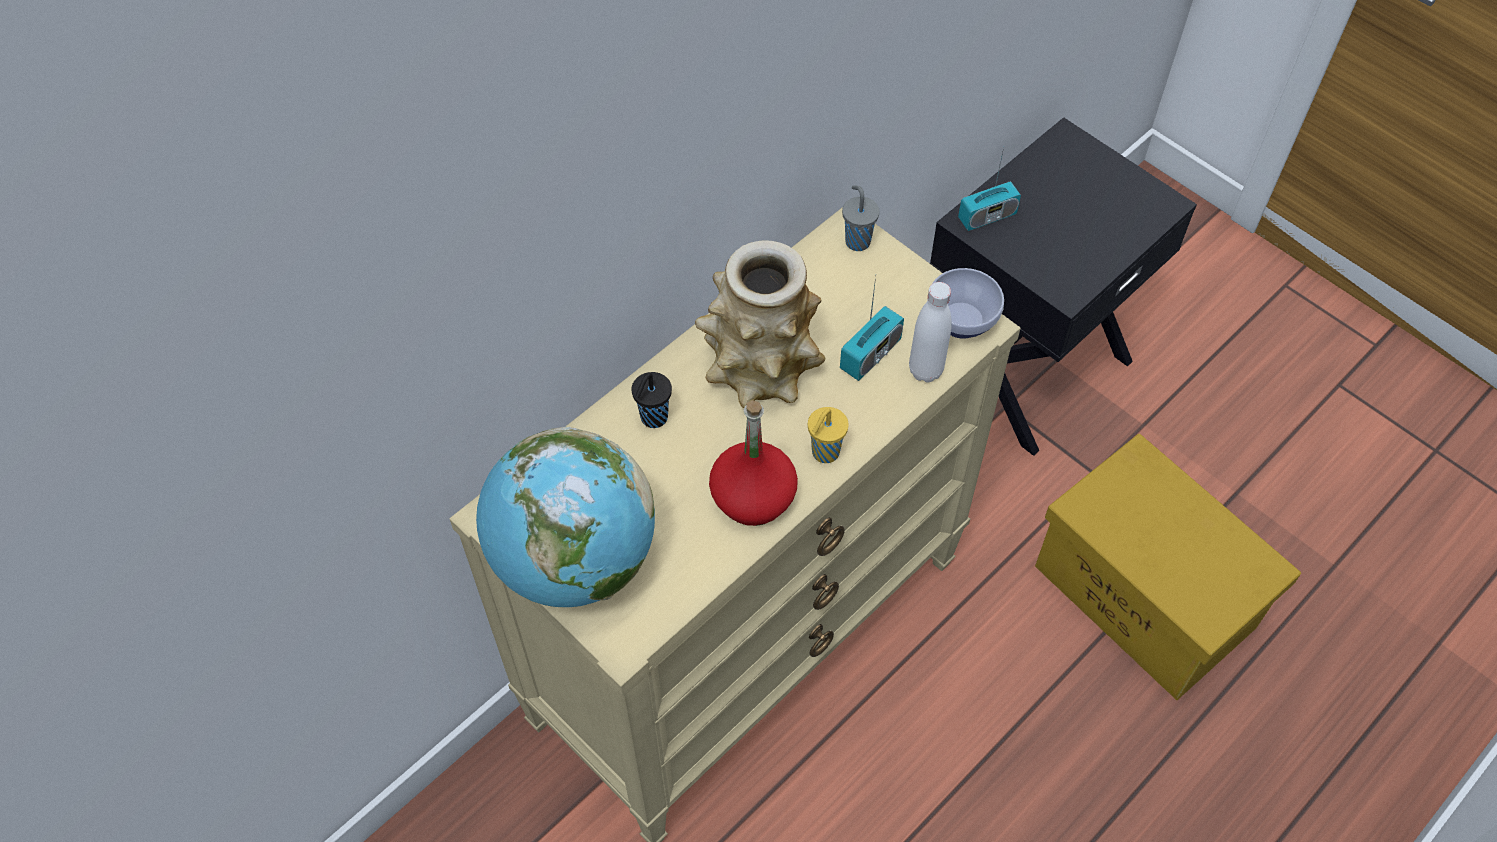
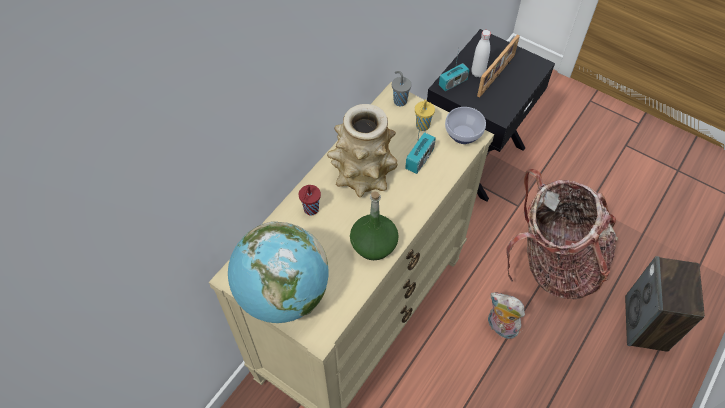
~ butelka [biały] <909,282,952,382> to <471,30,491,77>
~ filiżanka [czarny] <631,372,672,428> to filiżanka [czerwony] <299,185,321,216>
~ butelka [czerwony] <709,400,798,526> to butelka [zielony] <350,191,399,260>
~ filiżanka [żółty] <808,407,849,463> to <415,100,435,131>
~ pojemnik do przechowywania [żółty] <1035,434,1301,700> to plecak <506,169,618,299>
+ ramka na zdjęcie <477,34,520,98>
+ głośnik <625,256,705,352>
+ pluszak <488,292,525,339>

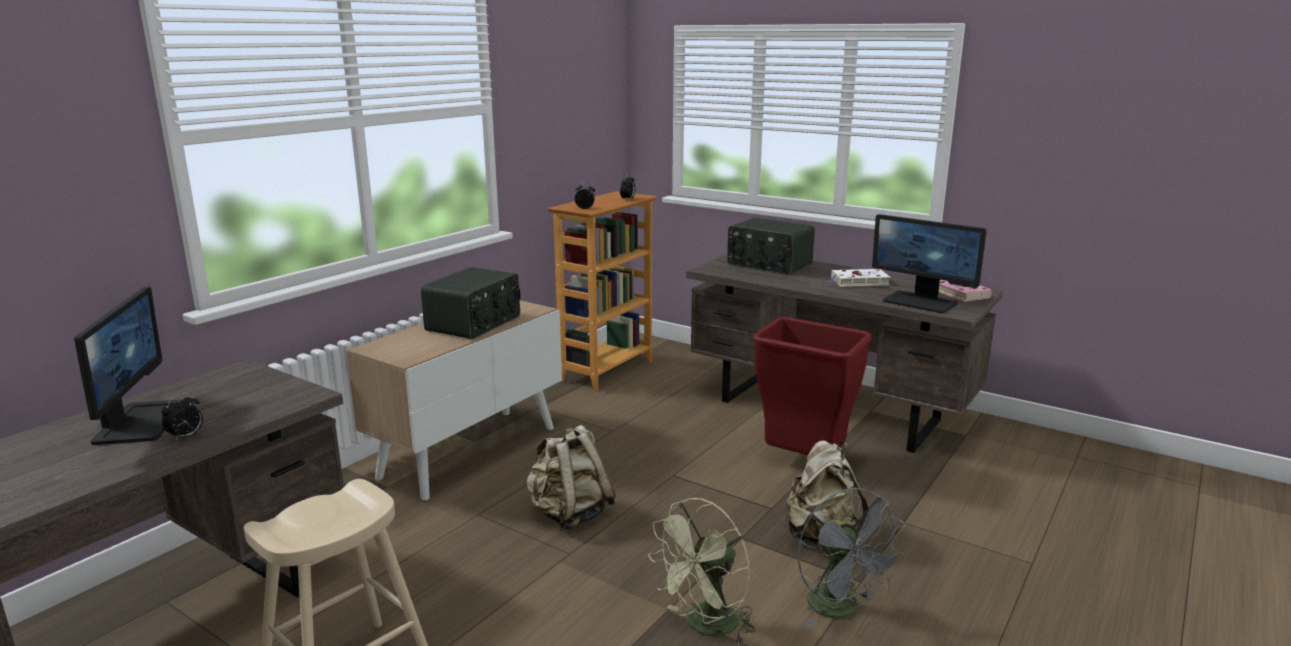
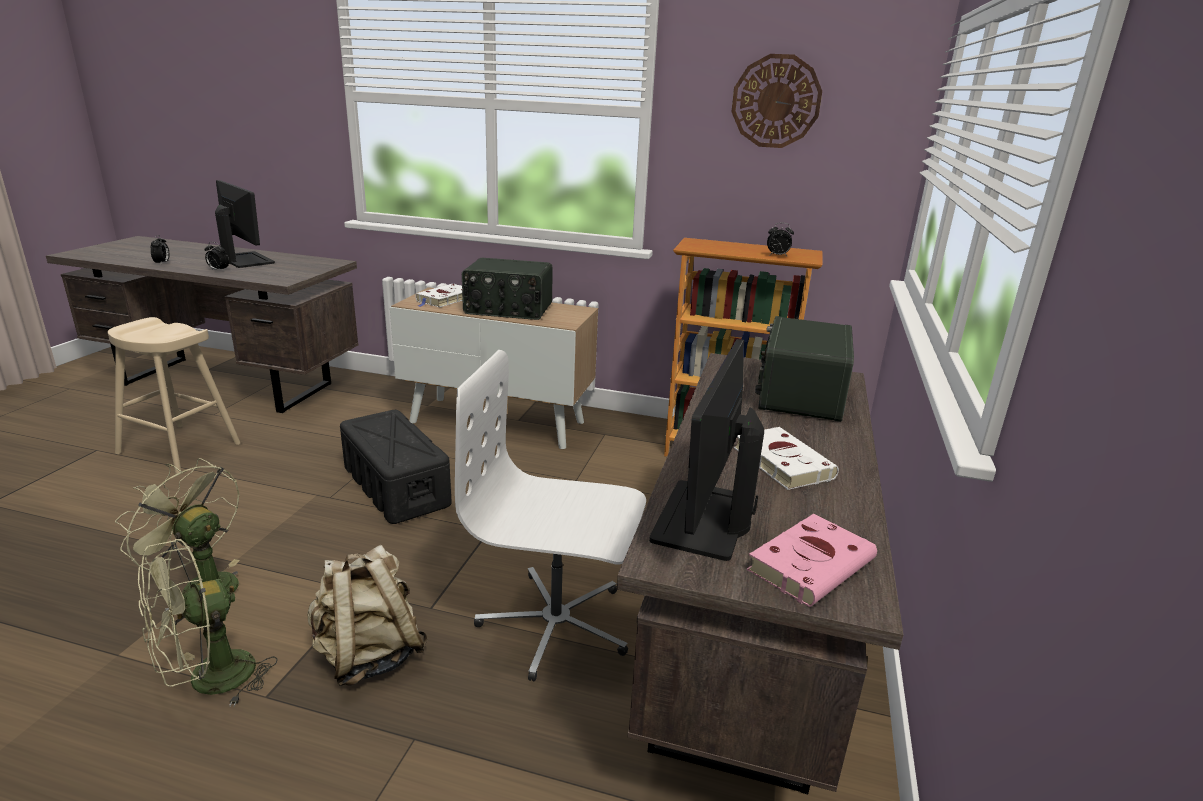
~ budzik <575,182,595,209> to <150,235,170,263>
~ monitor <74,287,186,445> = <215,180,275,268> 105 degrees counterclockwise
~ kosz na śmieci [czerwony] <753,317,872,455> to krzesło biurowe [biały] <455,350,646,681>
~ plecak [beżowy] <526,425,616,530> to pojemnik do przechowywania [czarny] <340,410,452,524>
~ wentylator [szary] <798,488,905,627> to wentylator [zielony] <138,539,278,707>
+ zegar ścienny <731,54,822,148>
+ książka [biały] <415,284,463,307>

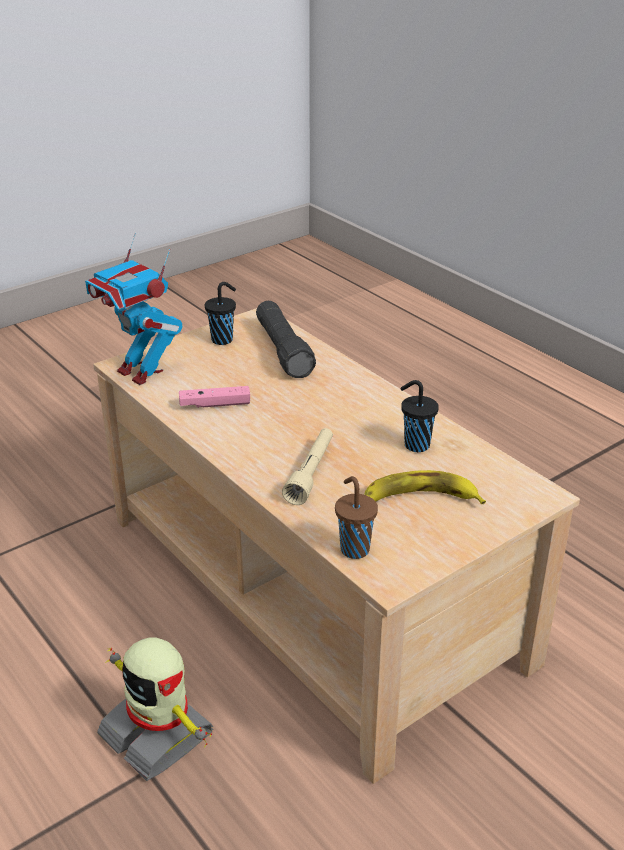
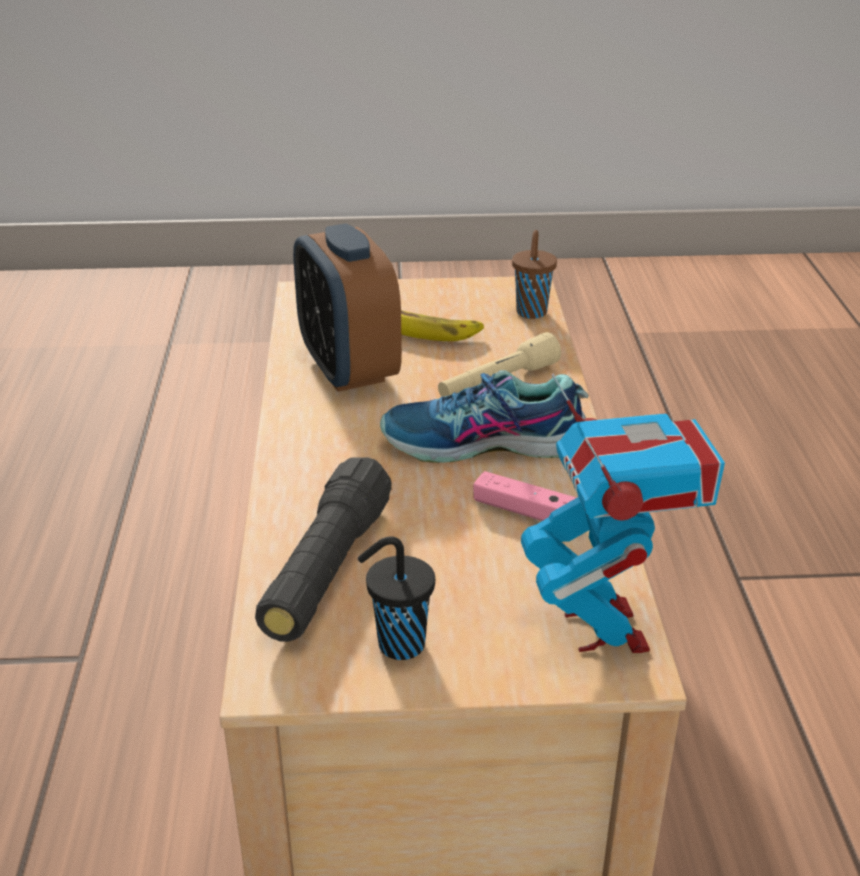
~ filiżanka [czarny] <400,380,439,452> to budzik <293,223,402,392>
- robot zabawkowy <97,638,214,781>
+ but <380,370,589,463>

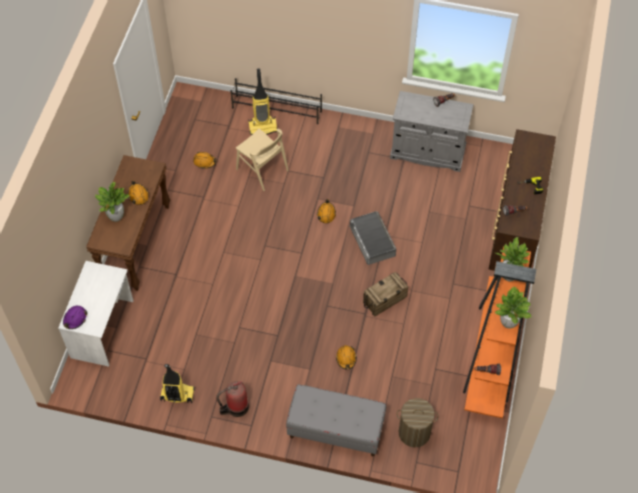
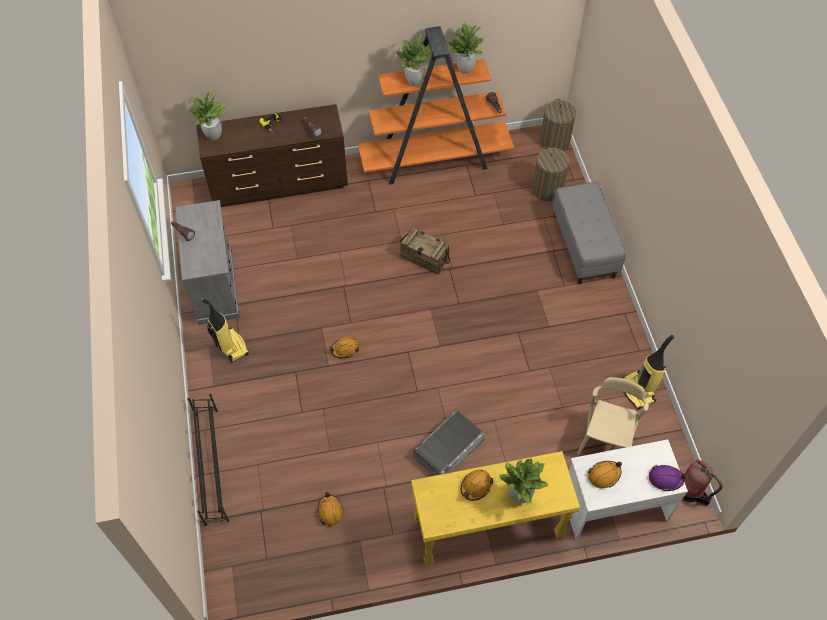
~ odkurzacz <248,68,278,135> to <201,298,249,363>
~ krzesło [beżowy] <236,129,289,191> to <577,377,649,455>
~ stolik konsolowy [brązowy] <86,155,170,291> to stolik konsolowy [żółty] <411,451,580,565>
~ pojemnik do przechowywania [szary] <350,211,396,265> to <414,410,484,476>
~ kask [pomarańczowy] <336,345,357,369> to <588,461,622,488>
~ gaśnica <216,381,249,417> to <682,459,723,506>
+ roślina doniczkowa <190,91,227,140>
+ kosz na pranie <540,99,576,151>

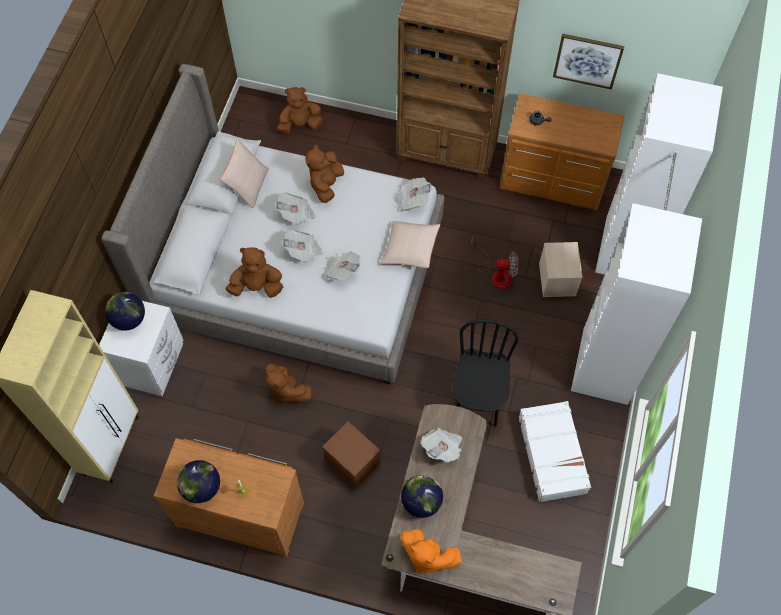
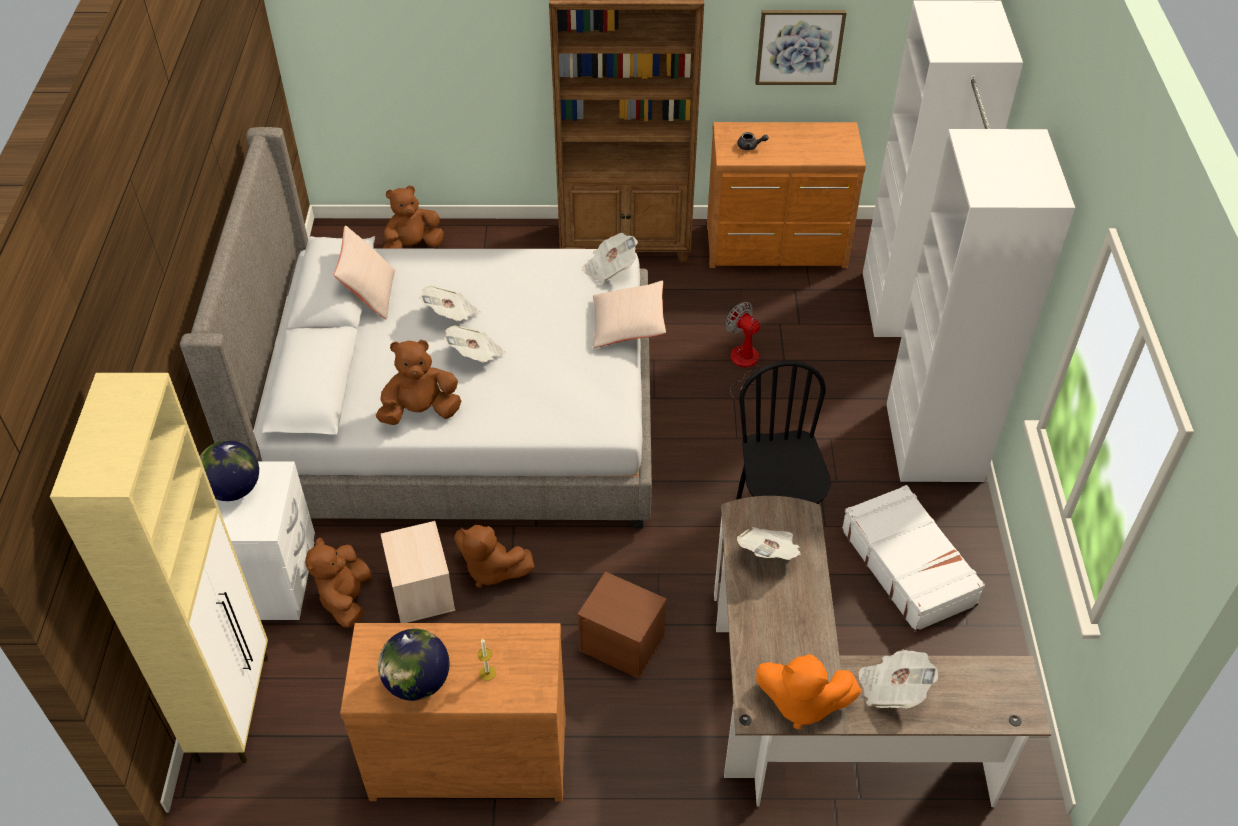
~ pluszak [brązowy] <305,144,344,203> to <305,538,372,628>
~ wentylator <472,239,518,289> = <725,302,761,400> 120 degrees counterclockwise
~ pojemnik do przechowywania [beżowy] <539,242,582,297> to <381,521,455,623>
~ gazeta <323,252,360,281> to <858,650,938,709>
- globus <401,475,443,518>

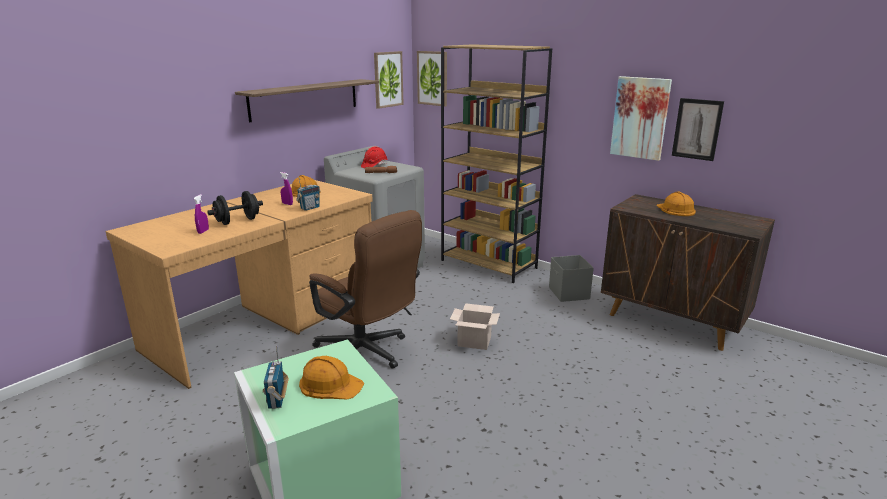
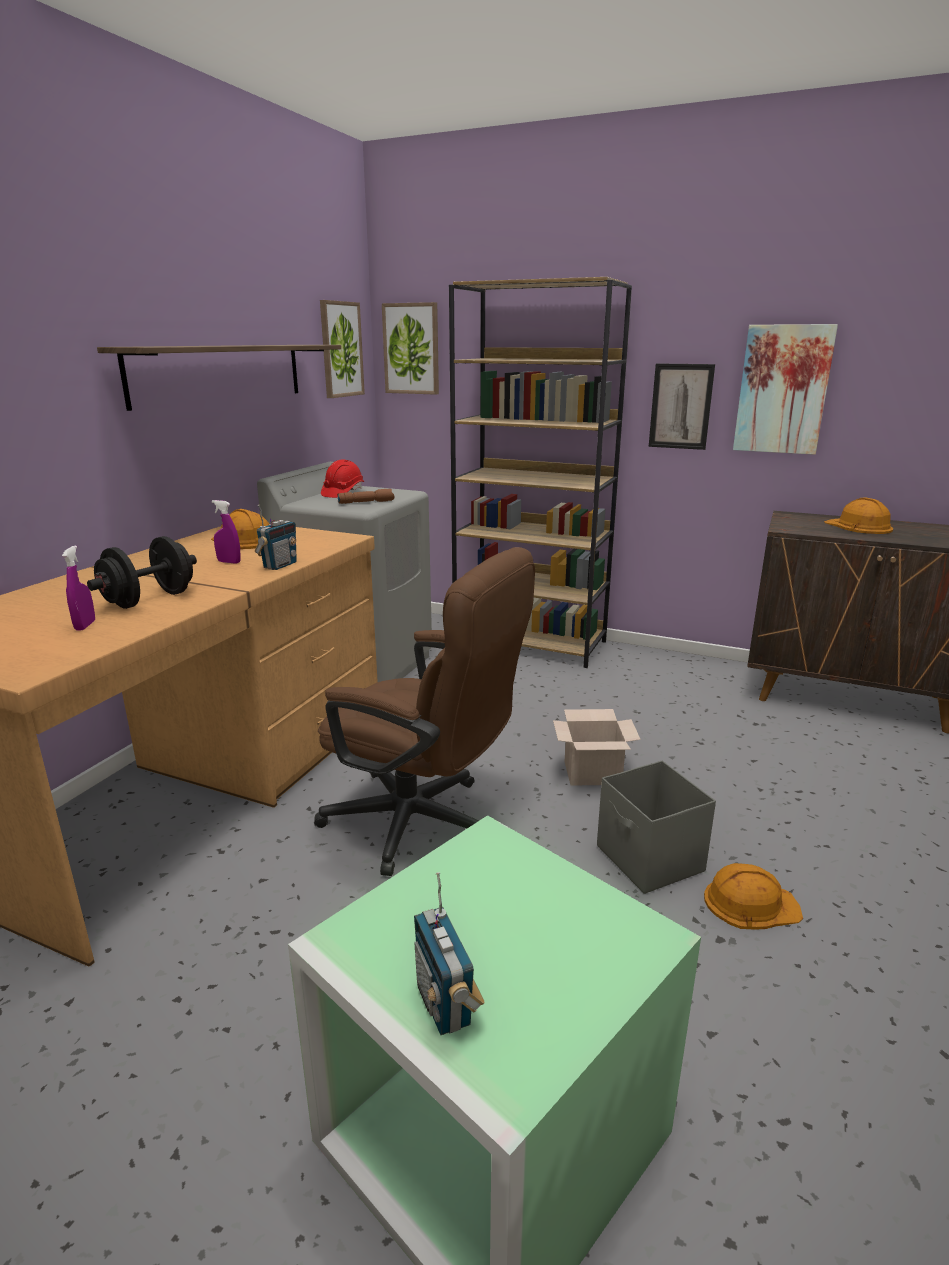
~ obraz <672,98,724,161> to <649,363,715,450>
~ pojemnik do przechowywania [szary] <549,255,594,302> to <597,761,716,894>
~ kask [pomarańczowy] <299,356,364,399> to <704,863,803,930>

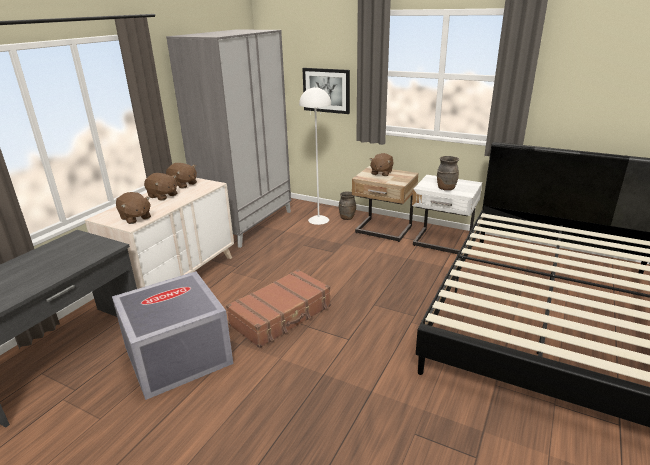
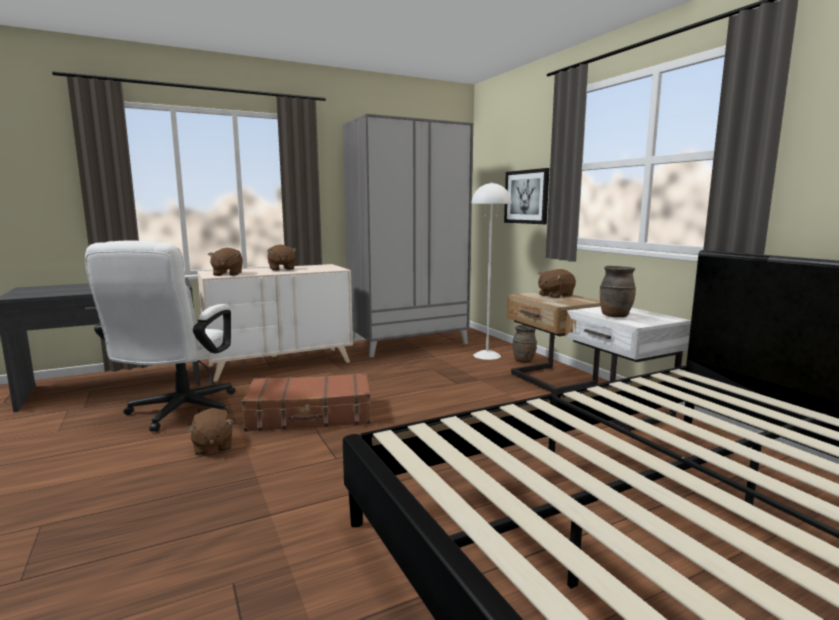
~ pluszak [brązowy] <166,163,197,189> to <187,408,234,456>
~ pojemnik do przechowywania [szary] <112,271,234,400> to krzesło biurowe [biały] <85,241,235,432>

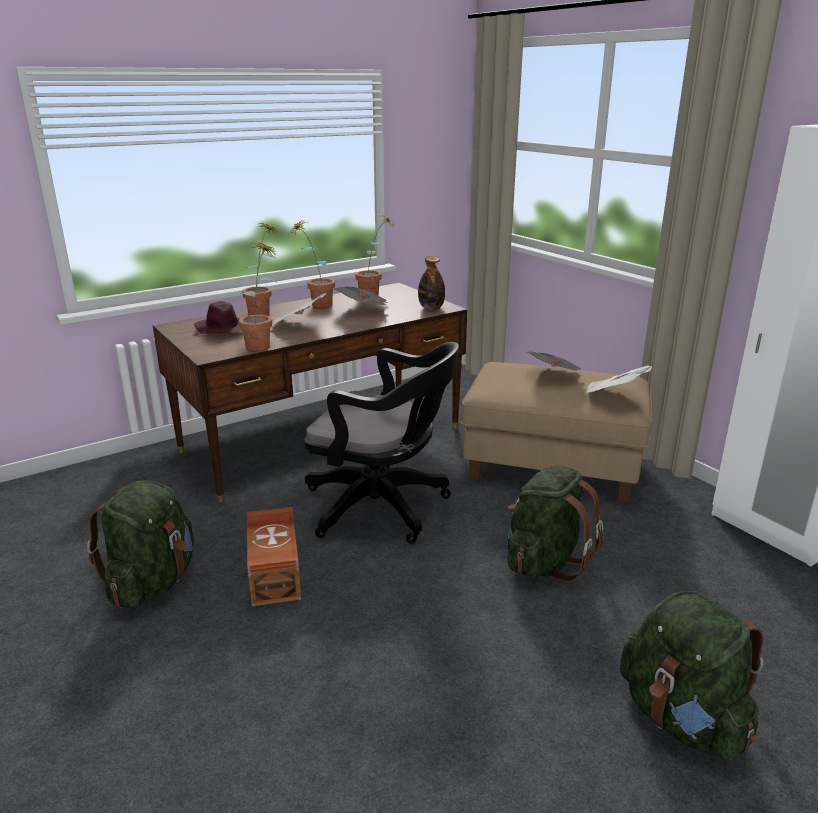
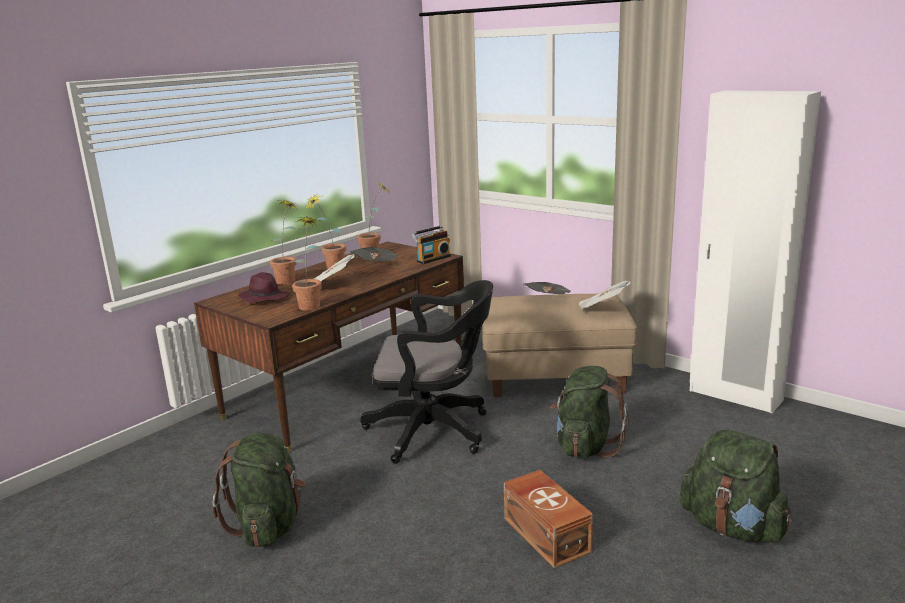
~ butelka <418,256,445,310> to radio <412,225,451,264>
~ pojemnik do przechowywania [brązowy] <247,507,301,606> to <504,470,593,569>

